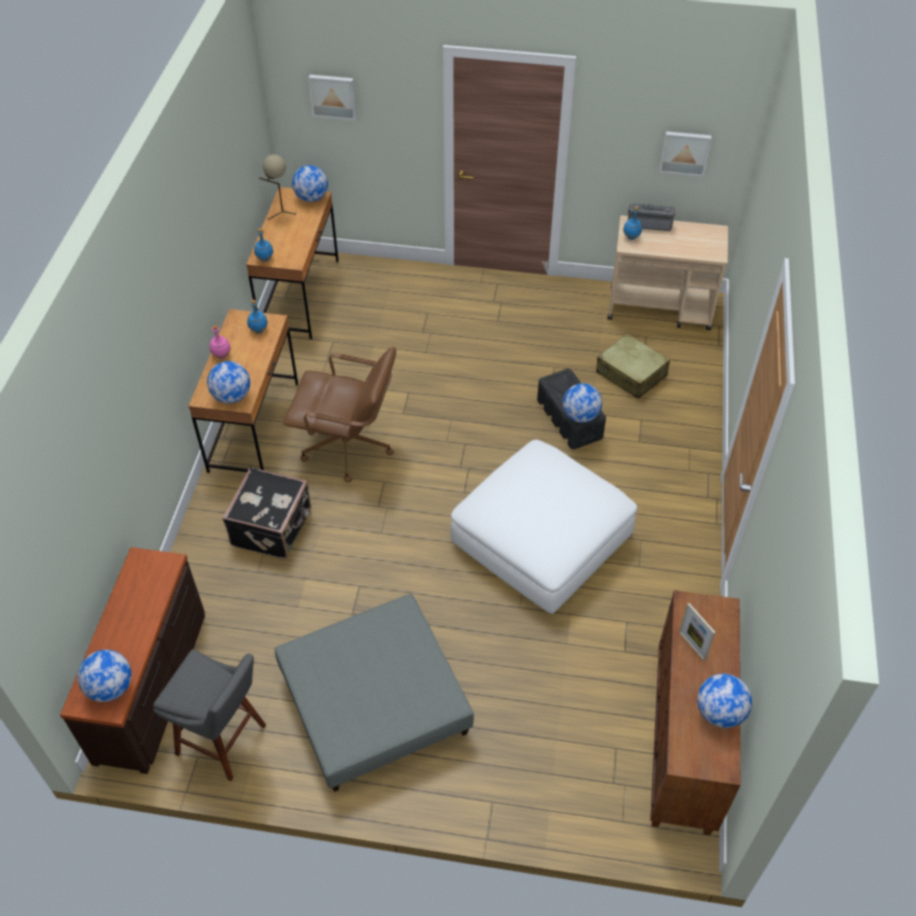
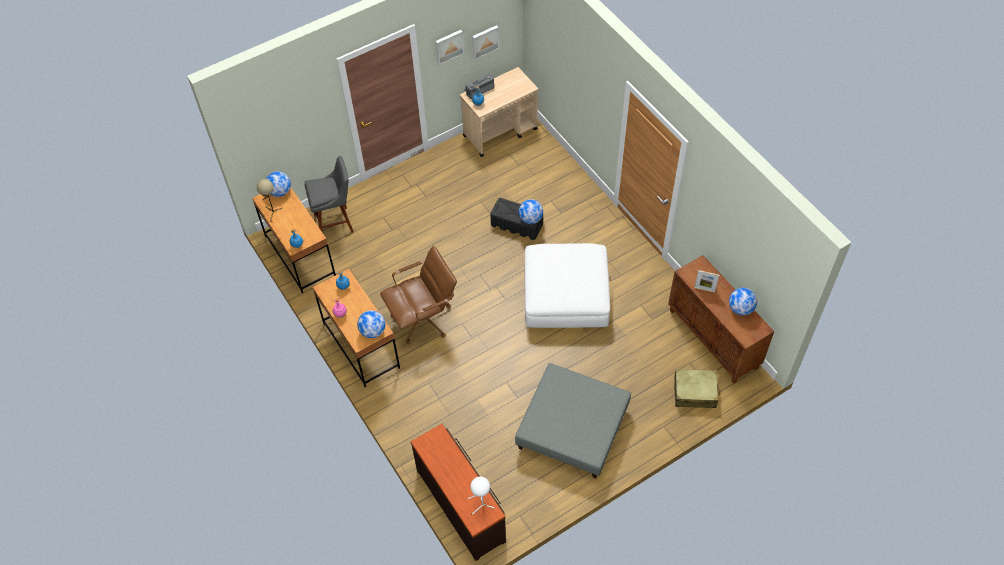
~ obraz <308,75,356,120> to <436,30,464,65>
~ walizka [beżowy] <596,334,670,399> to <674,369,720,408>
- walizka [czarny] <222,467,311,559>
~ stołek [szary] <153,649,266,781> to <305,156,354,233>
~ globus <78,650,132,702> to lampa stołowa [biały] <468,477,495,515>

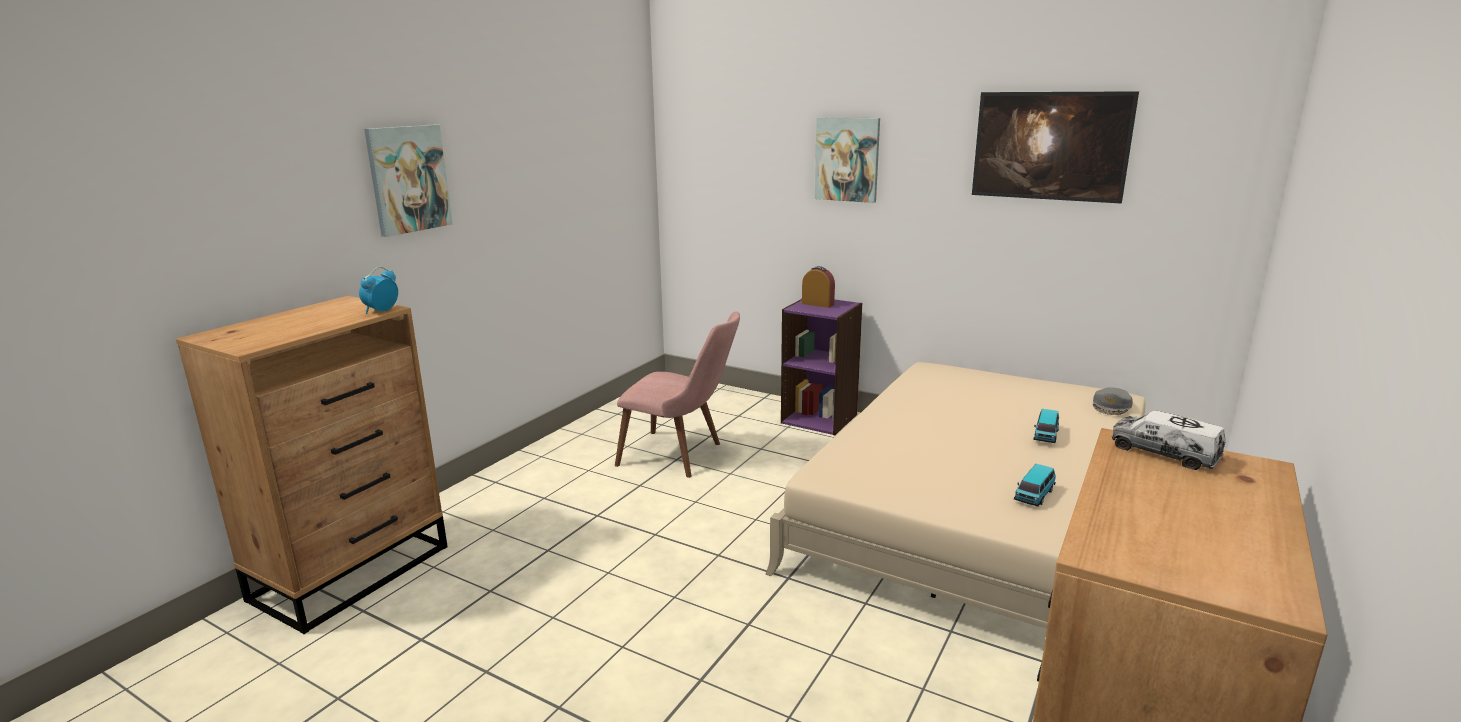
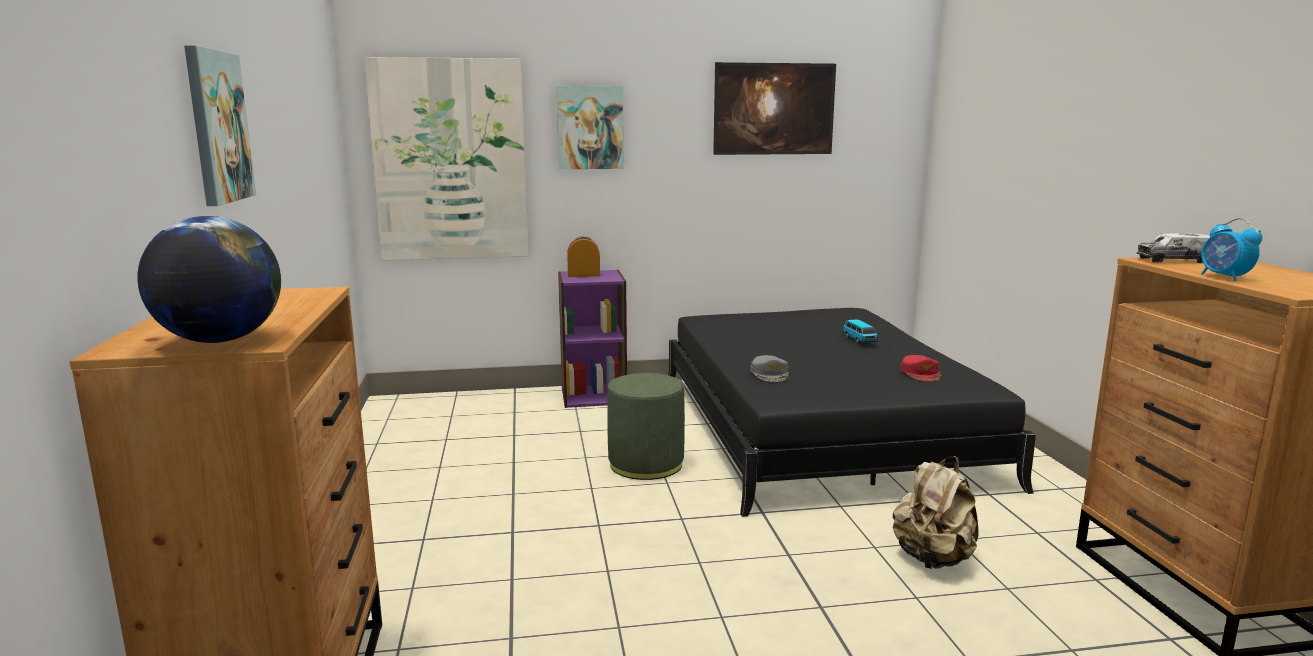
~ budzik <359,267,398,314> to <1201,218,1263,281>
- krzesło [różowy] <615,311,740,478>
~ łóżko [beżowy] <766,362,1145,629> to łóżko [czarny] <668,308,1036,517>
~ czapka z daszkiem [szary] <1093,387,1133,415> to <750,355,789,382>
~ samochodzik <1014,464,1056,507> to czapka z daszkiem [czerwony] <901,355,942,381>
+ obraz <364,57,529,260>
+ globus <137,216,281,343>
+ pufa [zielony] <607,373,685,480>
+ plecak [beżowy] <893,456,979,569>

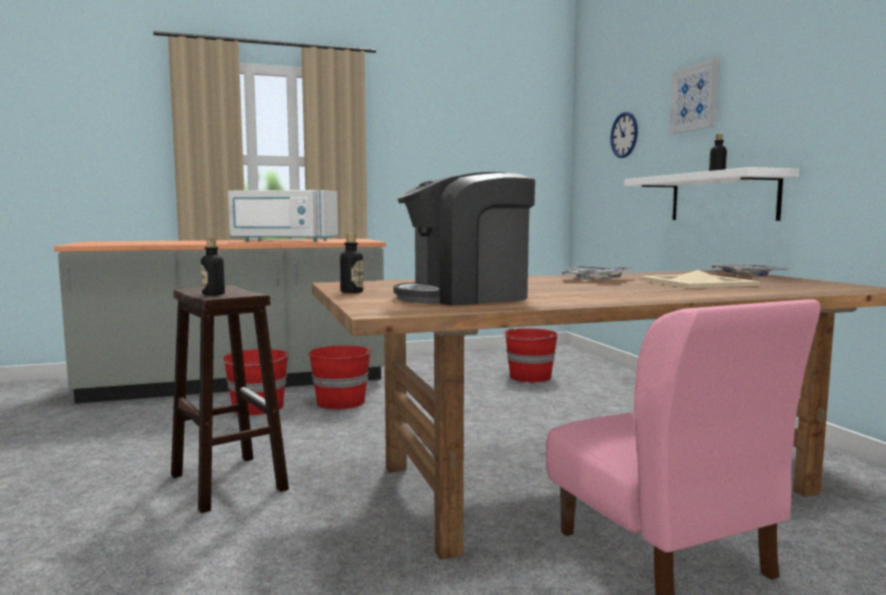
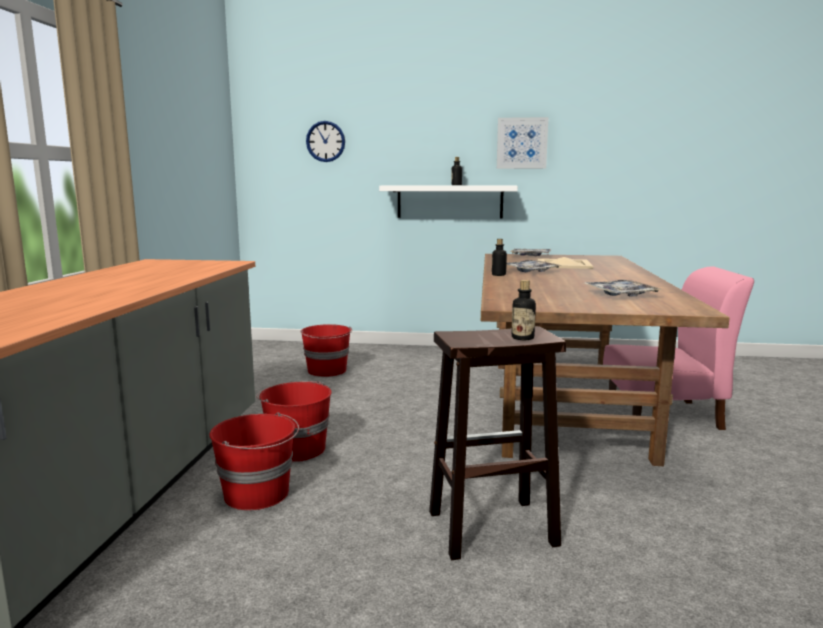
~ obraz <670,58,720,134> to <497,117,549,169>
~ ekspres do kawy <393,172,535,305> to taca <584,280,663,297>
- mikrofalówka [biały] <228,190,338,242>
~ butelka <340,234,363,293> to <492,239,507,276>

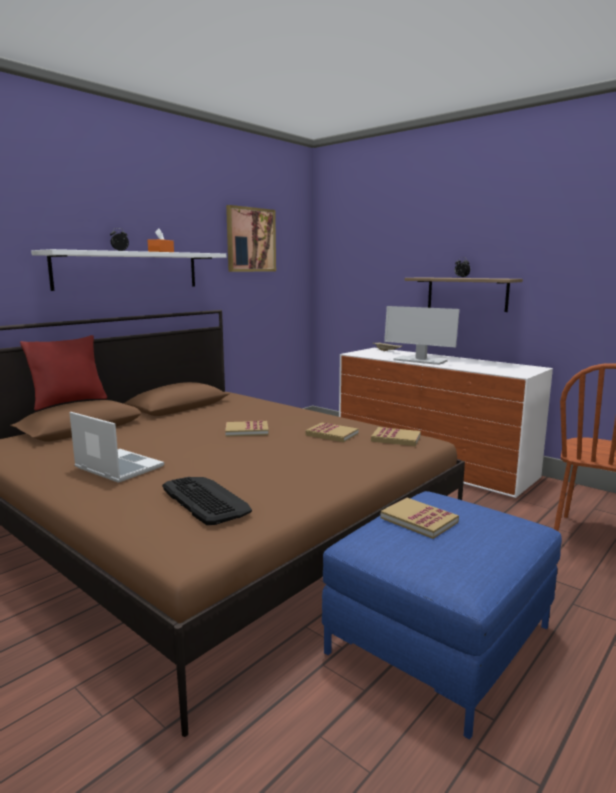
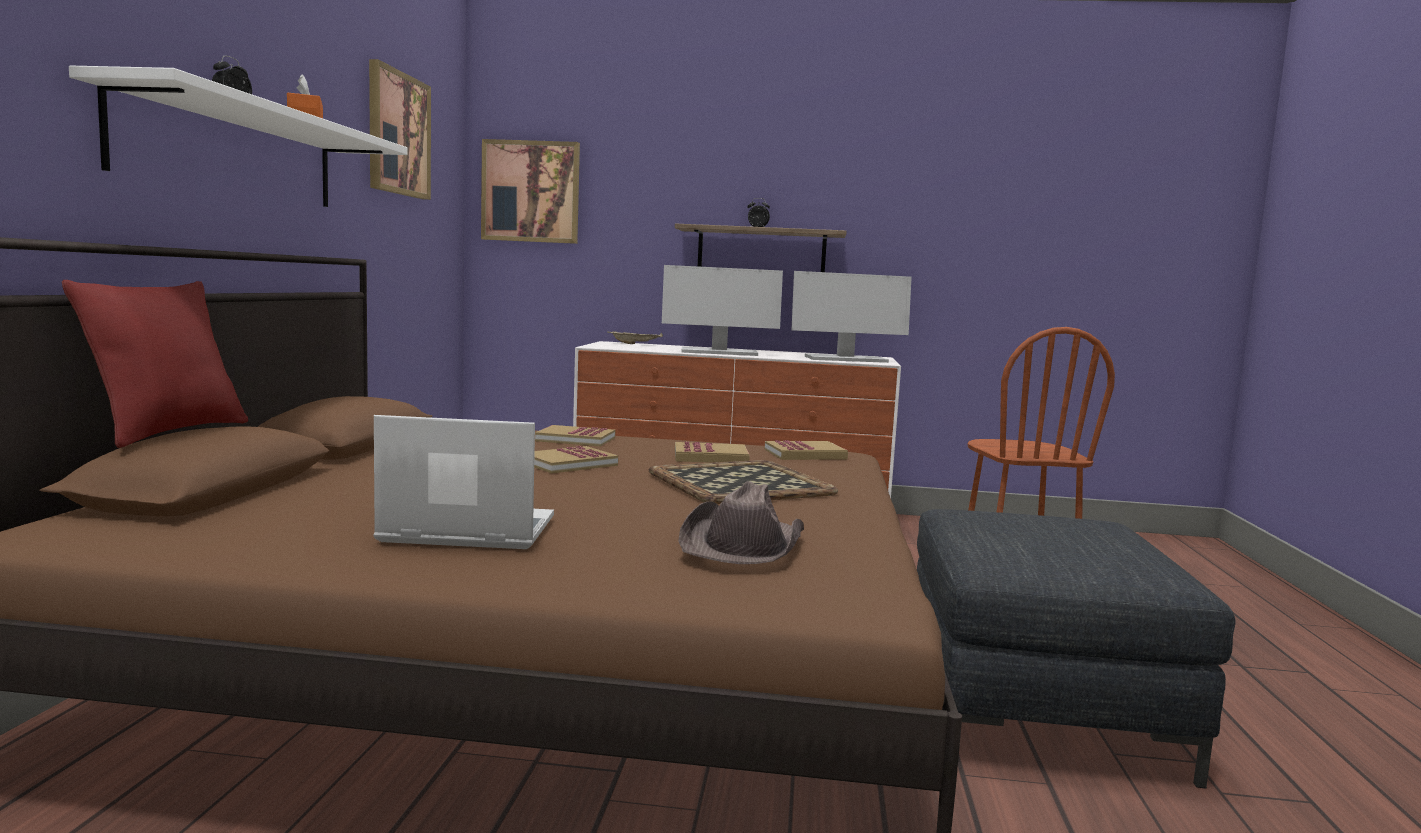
~ klawiatura <162,477,252,525> to kapelusz [brązowy] <678,481,804,564>
~ pufa [niebieski] <322,491,562,740> to pufa [szary] <917,509,1235,788>
~ książka <380,498,459,539> to <535,425,615,446>
+ obraz <481,139,580,244>
+ monitor <792,271,912,363>
+ taca <649,460,838,504>

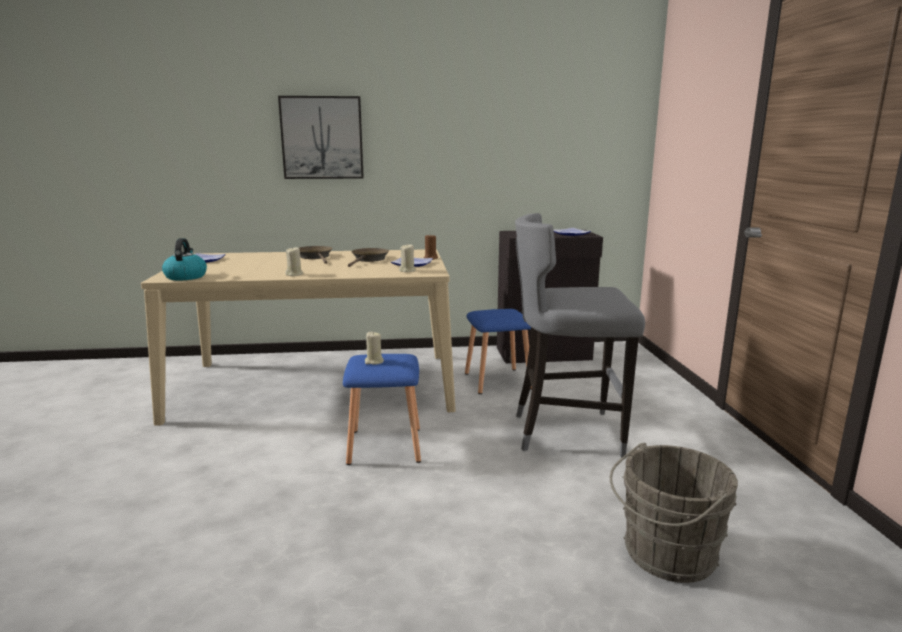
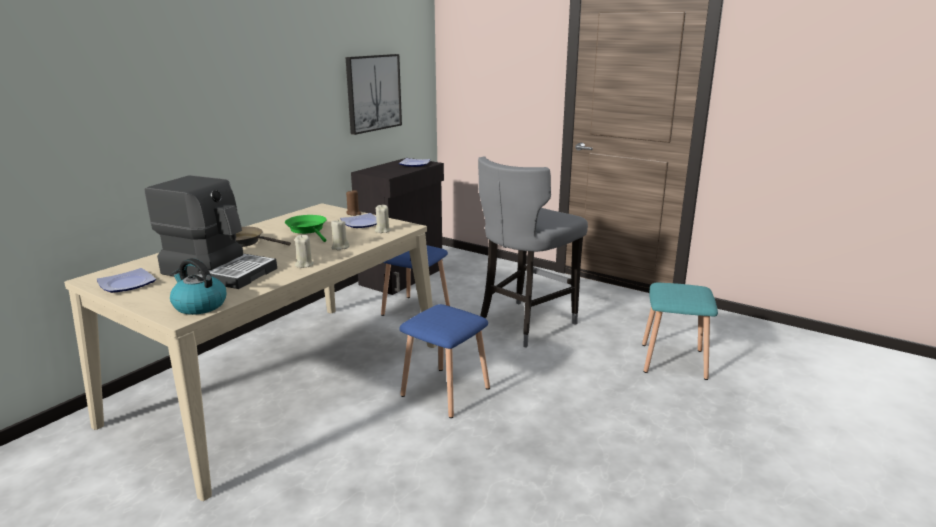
~ obraz <278,96,364,179> to <346,54,402,135>
~ patelnia [brązowy] <348,248,389,267> to patelnia [zielony] <285,215,326,242>
~ świeca [beżowy] <365,331,384,365> to <331,220,349,251>
~ wiadro [szary] <610,442,738,583> to stołek [turkusowy] <642,283,718,380>
+ ekspres do kawy <145,175,277,289>

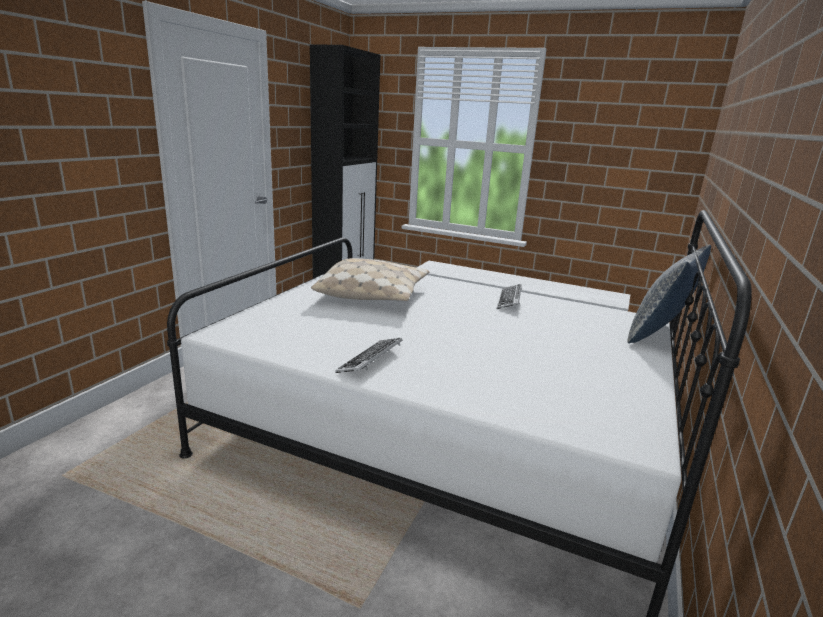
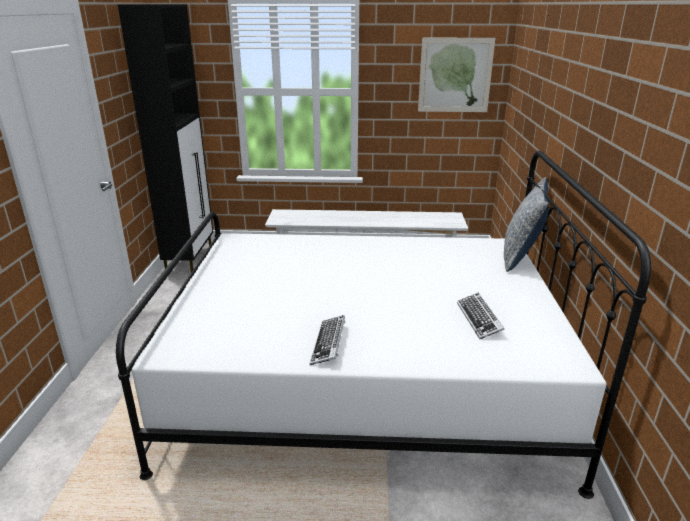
- poduszka [beżowy] <311,258,430,301>
~ klawiatura <497,284,522,309> to <457,293,505,339>
+ obraz <418,38,495,112>

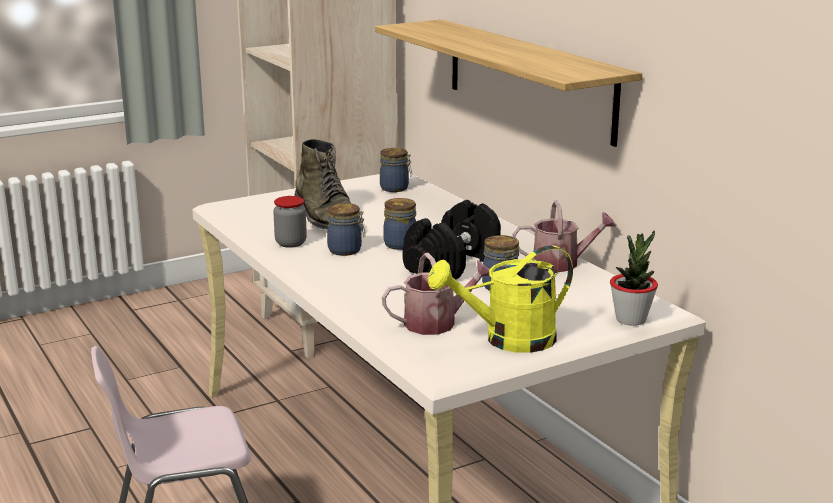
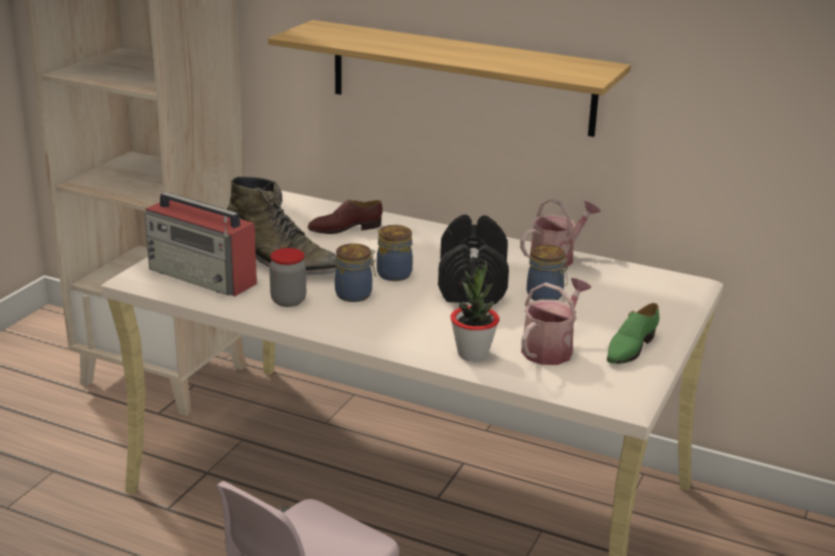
- słoik <380,148,412,192>
~ roślina doniczkowa <610,231,658,326> to <450,261,499,361>
~ konewka [żółty] <428,245,573,353> to but [zielony] <607,303,659,364>
+ radio <144,192,257,296>
+ but [brązowy] <308,200,383,234>

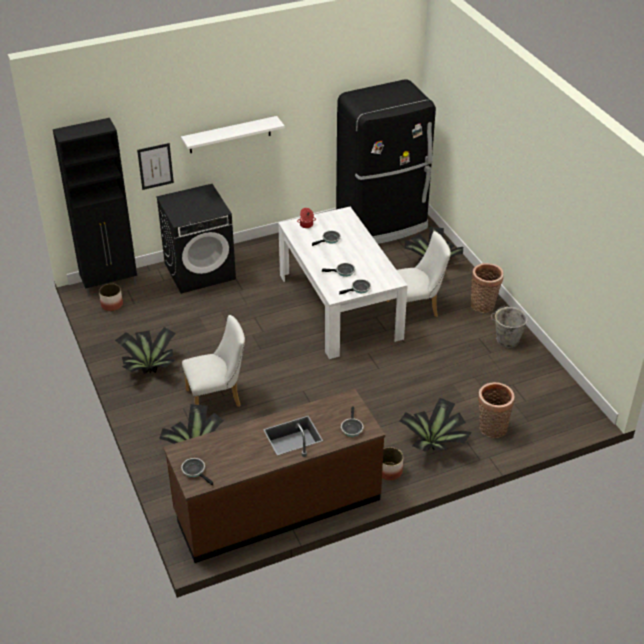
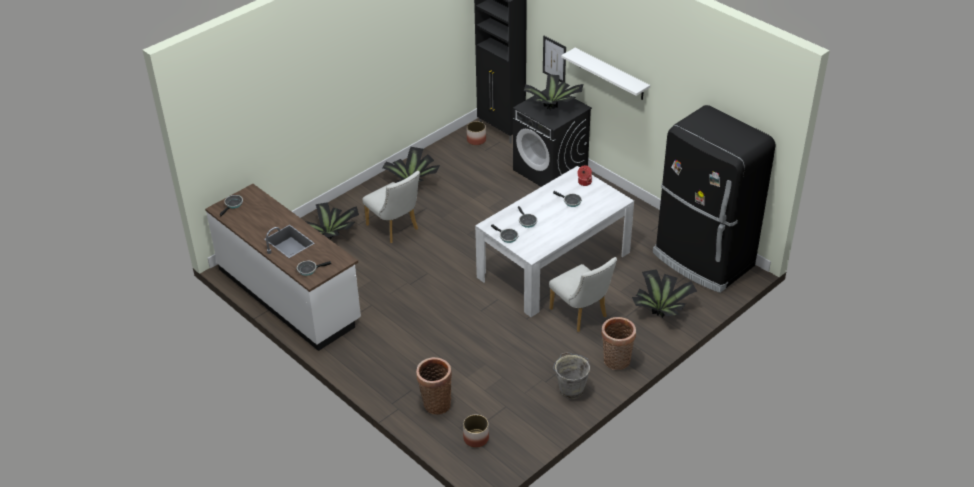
~ zabudowa kuchenna [brązowy] <163,389,385,563> to zabudowa kuchenna [biały] <205,184,361,351>
~ roślina doniczkowa <400,398,472,452> to <524,74,583,110>
~ donica <382,447,403,480> to <463,415,489,448>

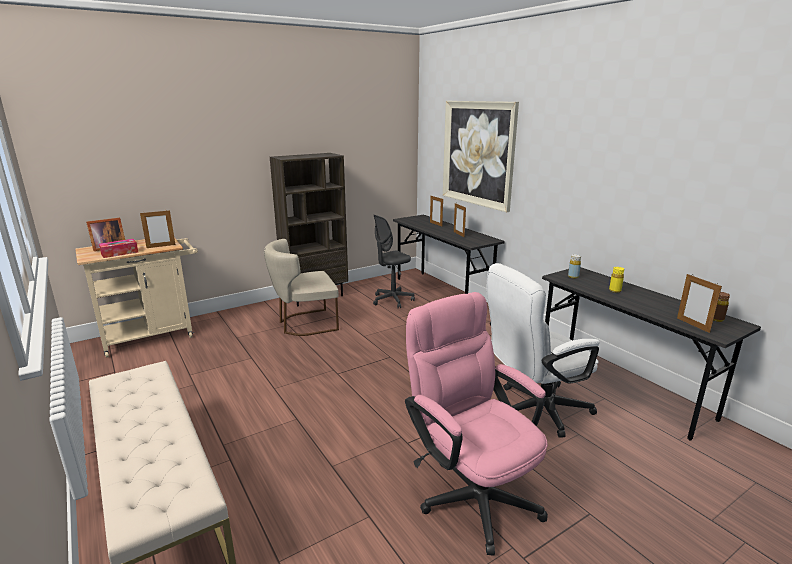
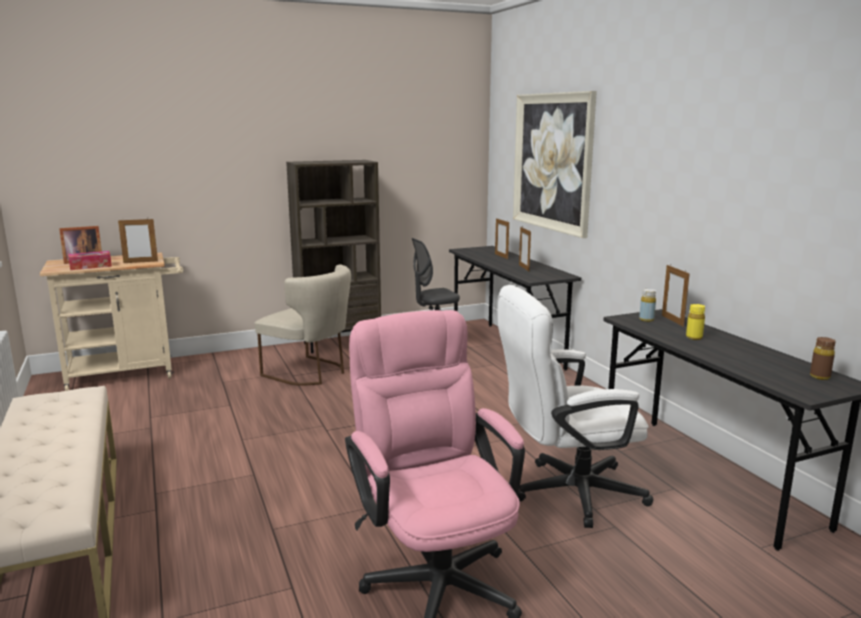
~ krzesło [beżowy] <264,239,339,336> = <255,264,351,386> 135 degrees counterclockwise
~ ramka na zdjęcie <677,274,722,333> to <662,265,690,327>

